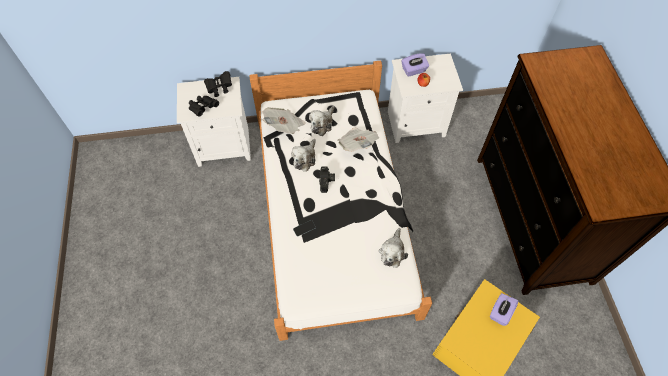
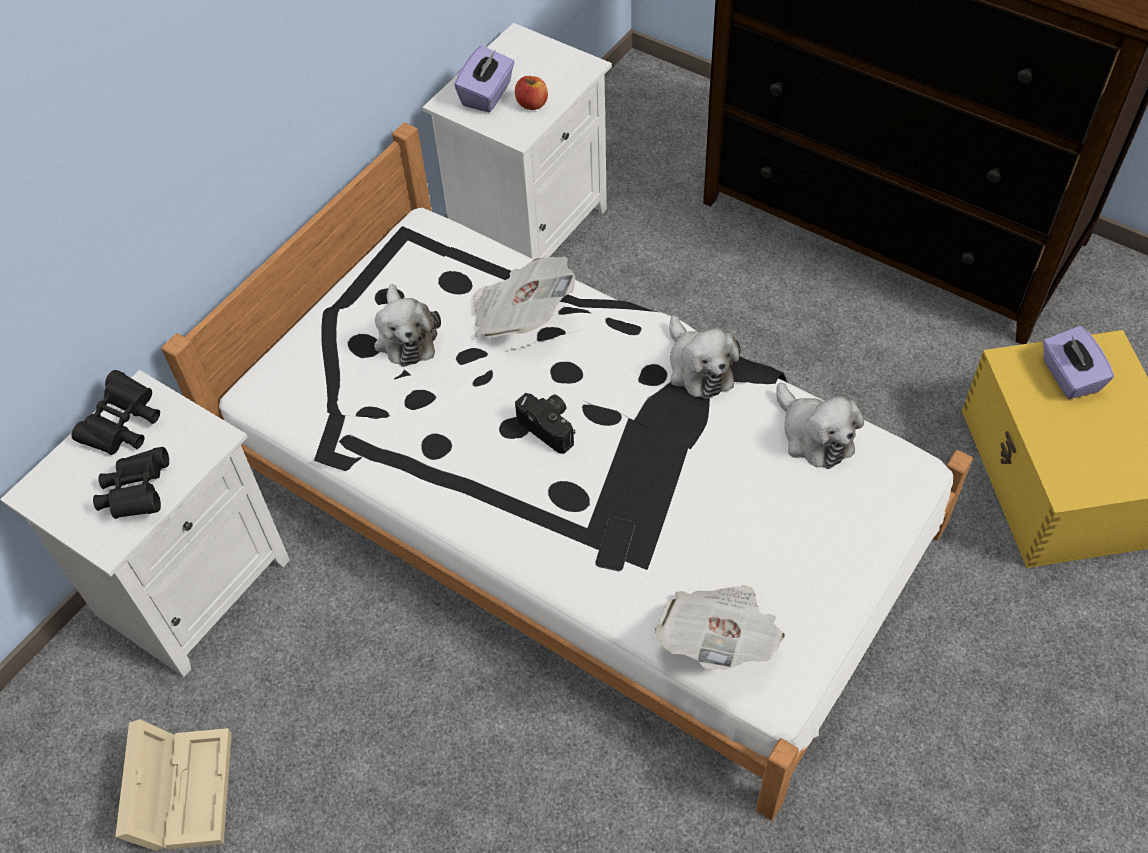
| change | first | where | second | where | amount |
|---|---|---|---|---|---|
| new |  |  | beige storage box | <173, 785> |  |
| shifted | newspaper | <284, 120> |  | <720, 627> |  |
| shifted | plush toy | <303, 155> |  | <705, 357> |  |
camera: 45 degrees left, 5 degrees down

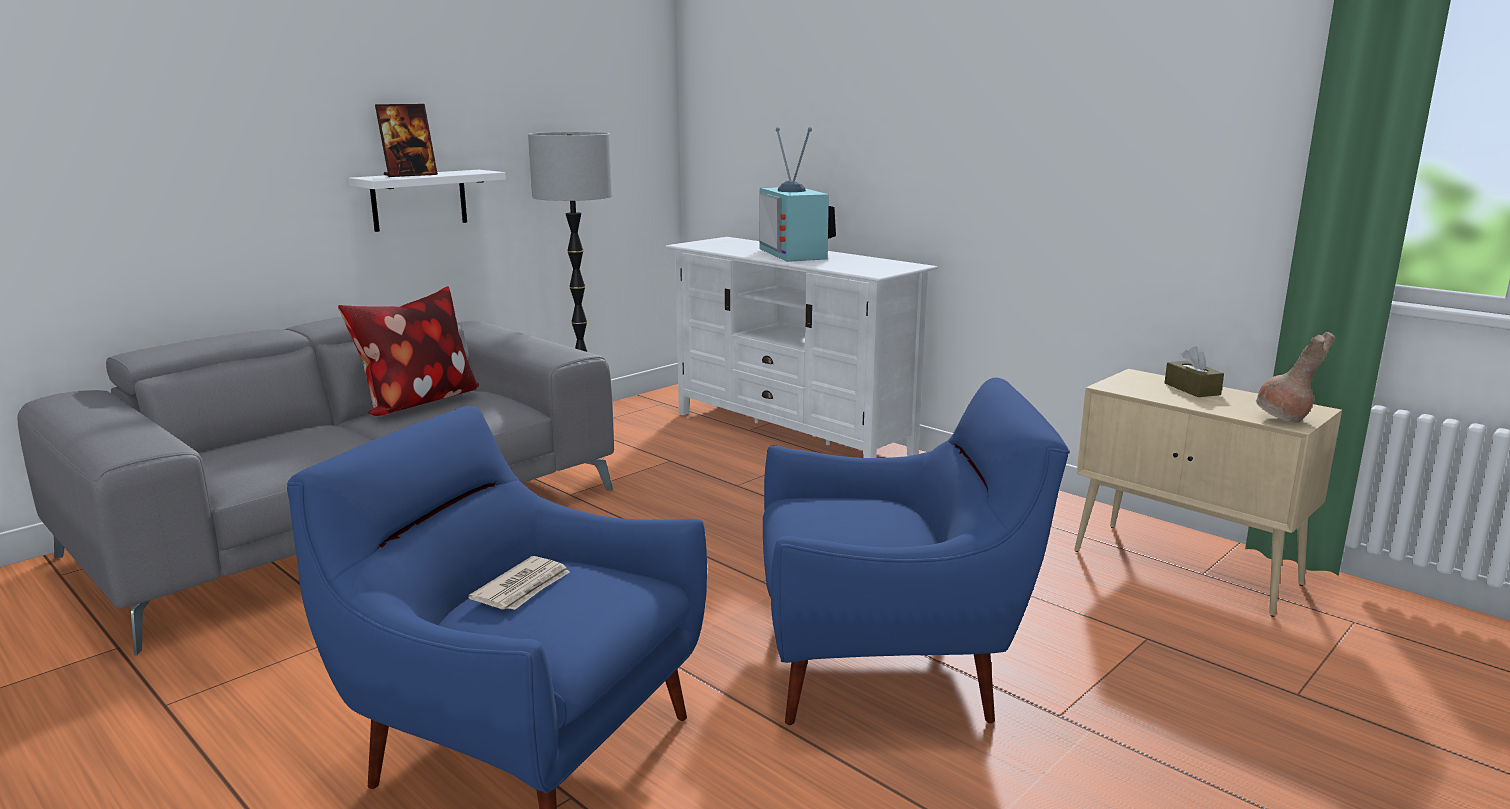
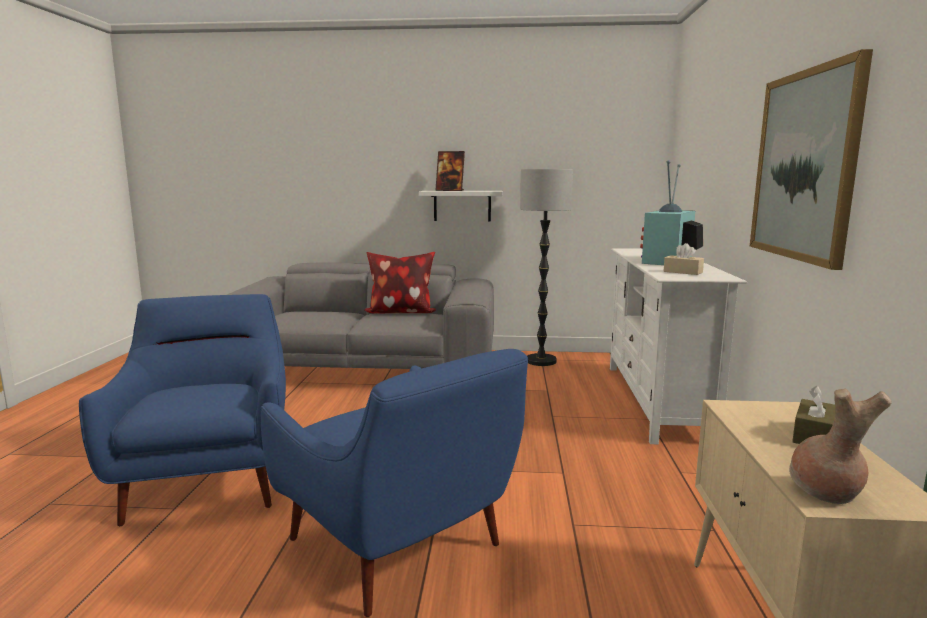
| change | first | where | second | where | amount |
|---|---|---|---|---|---|
| new |  |  | beige tissue box | <684, 259> |  |
| new |  |  | picture | <811, 159> |  |
| gone | newspaper | <519, 583> |  |  |  |
camera: 50 degrees right, 5 degrees down

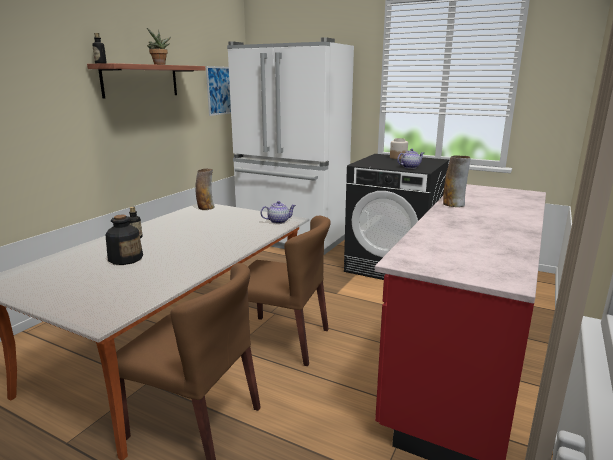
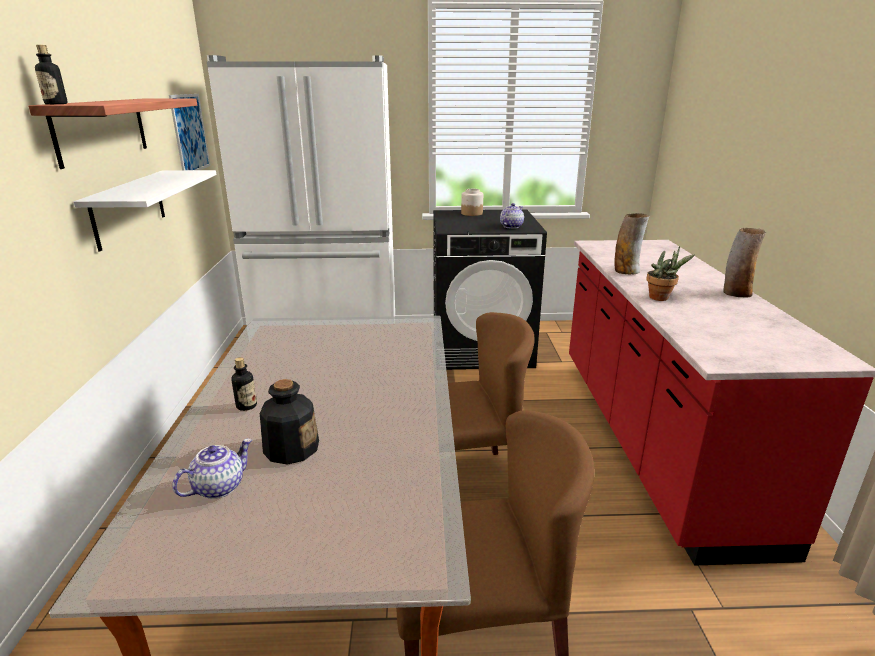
| change | first | where | second | where | amount |
|---|---|---|---|---|---|
| new |  |  | white shelf | <145, 211> |  |
| shifted | teapot | <278, 212> |  | <212, 469> |  |
| shifted | potted plant | <159, 46> |  | <670, 273> |  |
| shifted | vase | <205, 189> |  | <744, 263> |  |
camera: 30 degrees left, 5 degrees up

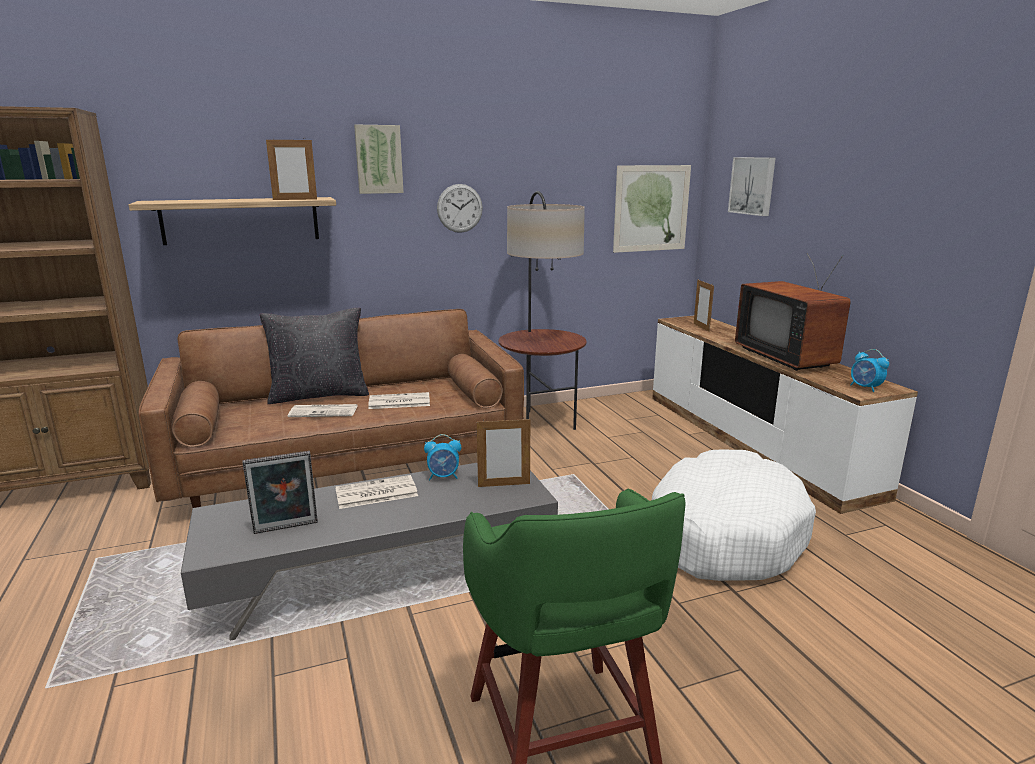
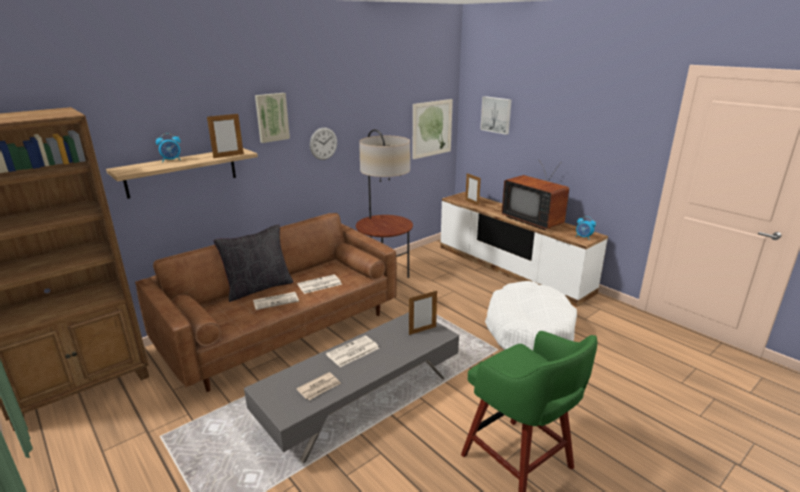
| change | first | where | second | where | amount |
|---|---|---|---|---|---|
| shifted | alarm clock | <442, 457> |  | <168, 147> |  |
| swapped | picture frame | <280, 492> | newspaper | <318, 386> |  |
camera: 20 degrees left, 5 degrees up

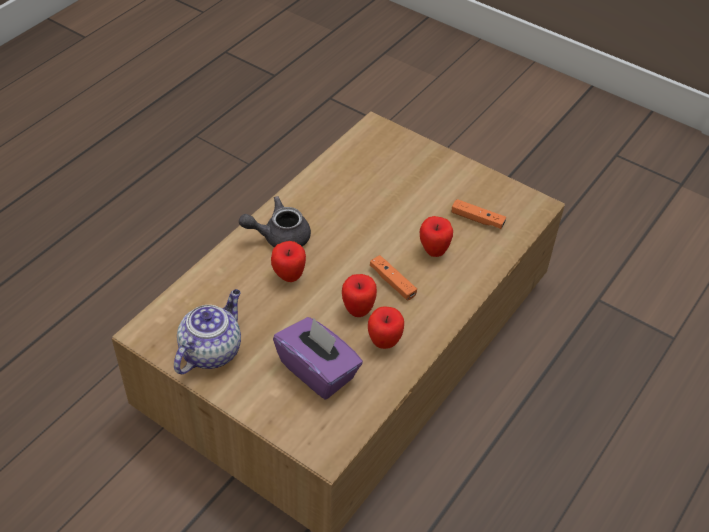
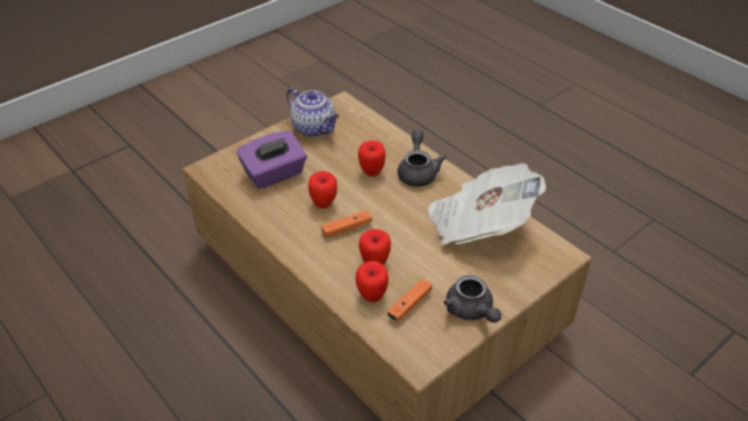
| change | first | where | second | where | amount |
|---|---|---|---|---|---|
| shifted | apple | <386, 327> |  | <372, 281> |  |
| new |  |  | newspaper | <487, 204> |  |
| new |  |  | grey teapot | <473, 299> |  |
camera: 105 degrees right, 5 degrees down

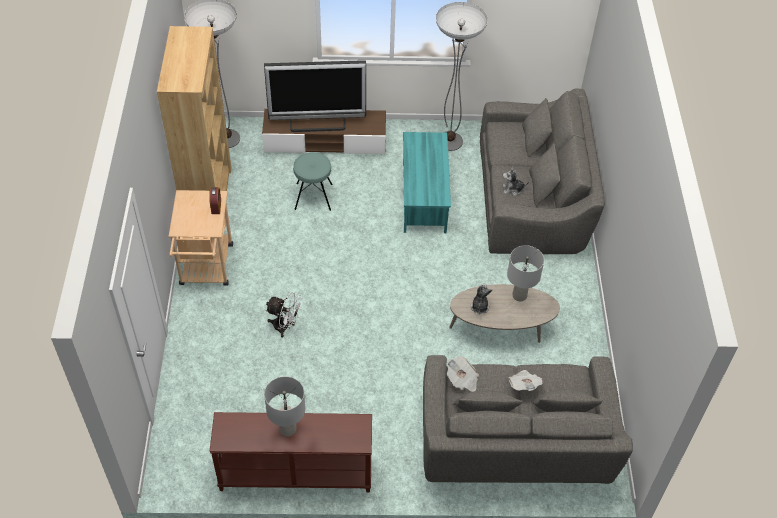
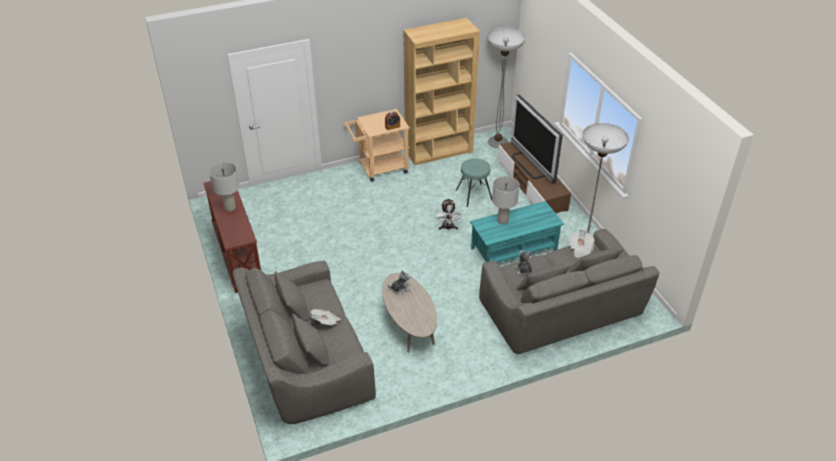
| change | first | where | second | where | amount |
|---|---|---|---|---|---|
| shifted | white fan | <284, 314> |  | <449, 214> |  |
| shifted | grey table lamp | <525, 273> |  | <505, 200> |  |
| shifted | newspaper | <463, 374> |  | <582, 243> |  |
camera: 70 degrees right, 10 degrees down

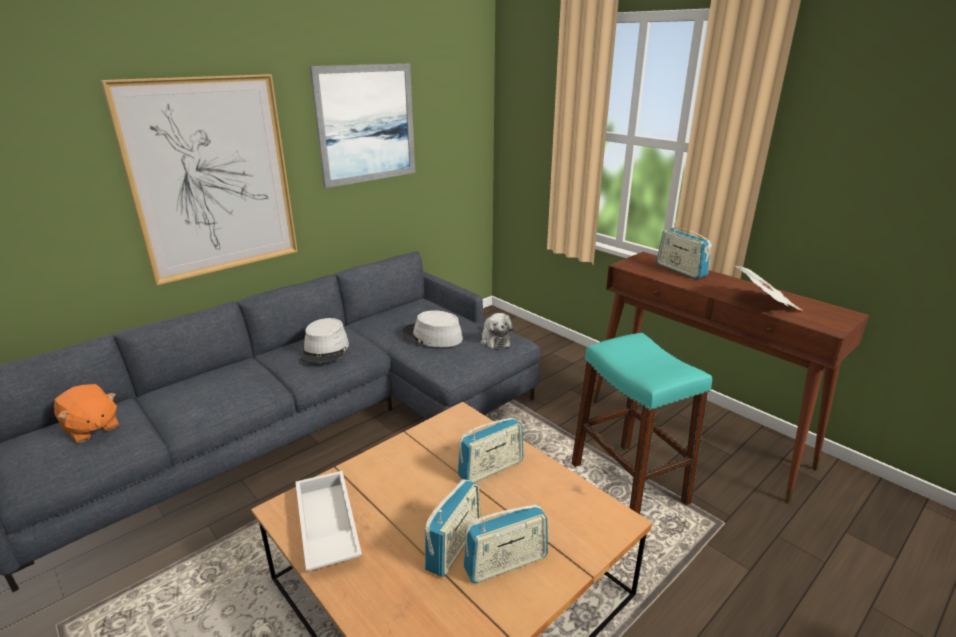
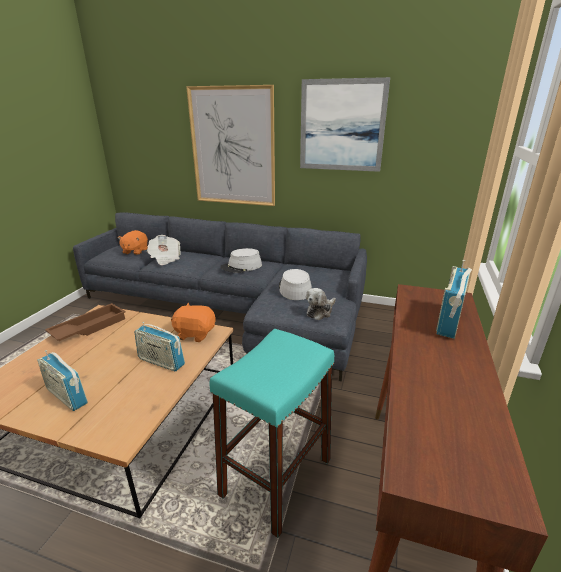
| change | first | where | second | where | amount |
|---|---|---|---|---|---|
| repainted | white tray | <329, 521> | brown tray | <85, 322> |  |
| shifted | newspaper | <768, 288> |  | <164, 250> |  |
| new |  |  | orange plush toy | <193, 322> |  |
| gone | radio | <453, 528> |  |  |  |
camera: 60 degrees right, 0 degrees up

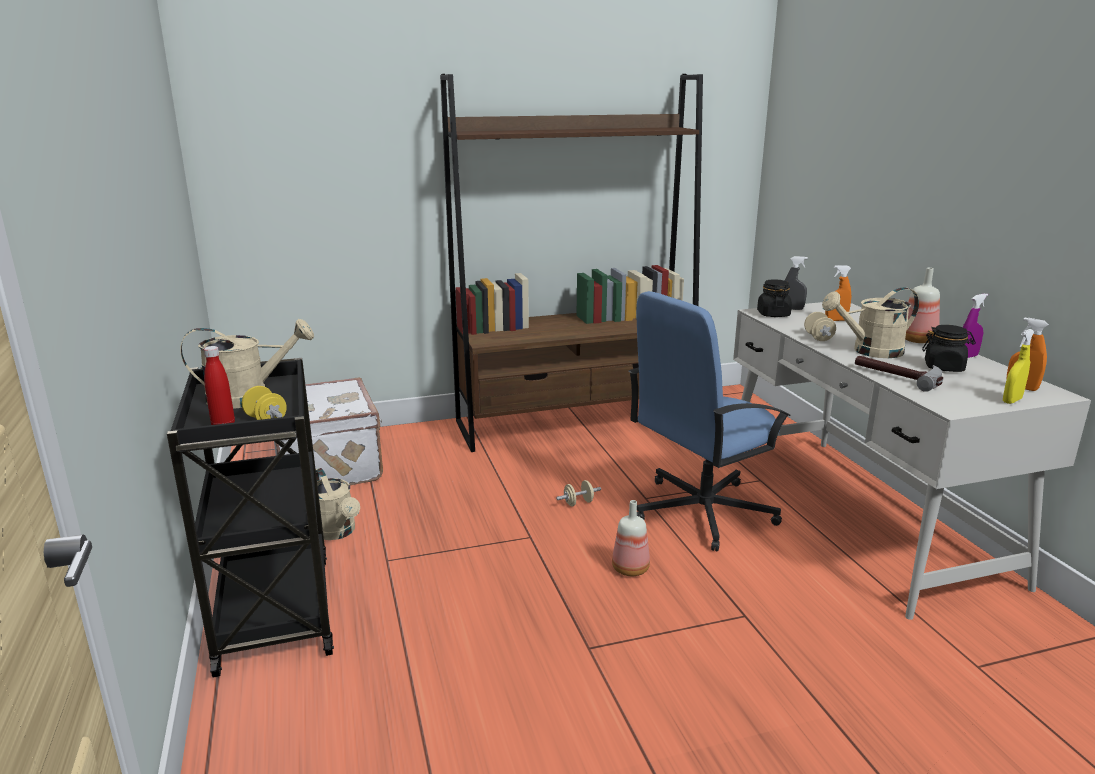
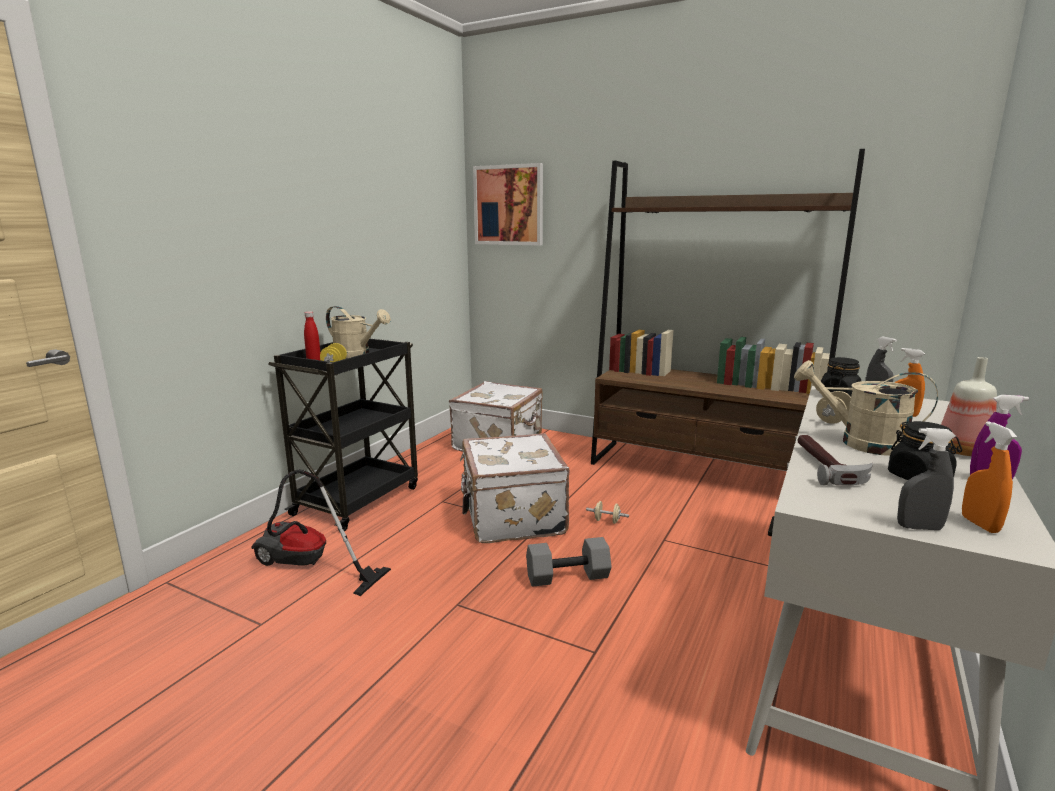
| change | first | where | second | where | amount |
|---|---|---|---|---|---|
| new |  |  | vacuum cleaner | <321, 532> |  |
| new |  |  | white suitcase | <515, 488> |  |
| new |  |  | picture | <508, 204> |  |
| swapped | bottle | <631, 538> | grey dumbbell | <569, 562> |  |
| repainted | yellow spray bottle | <1018, 366> | grey spray bottle | <926, 479> |  |
| gone | beige watering can | <338, 504> |  |  |  |
| gone | blue office chair | <710, 421> |  |  |  |
camera: 45 degrees right, 5 degrees down

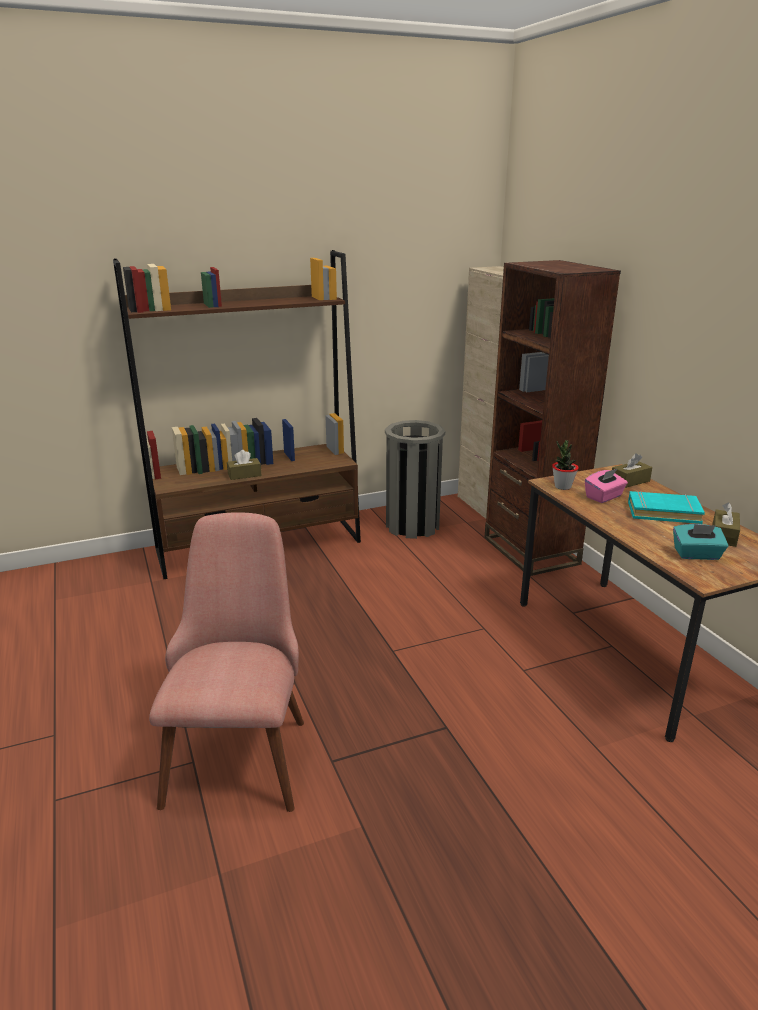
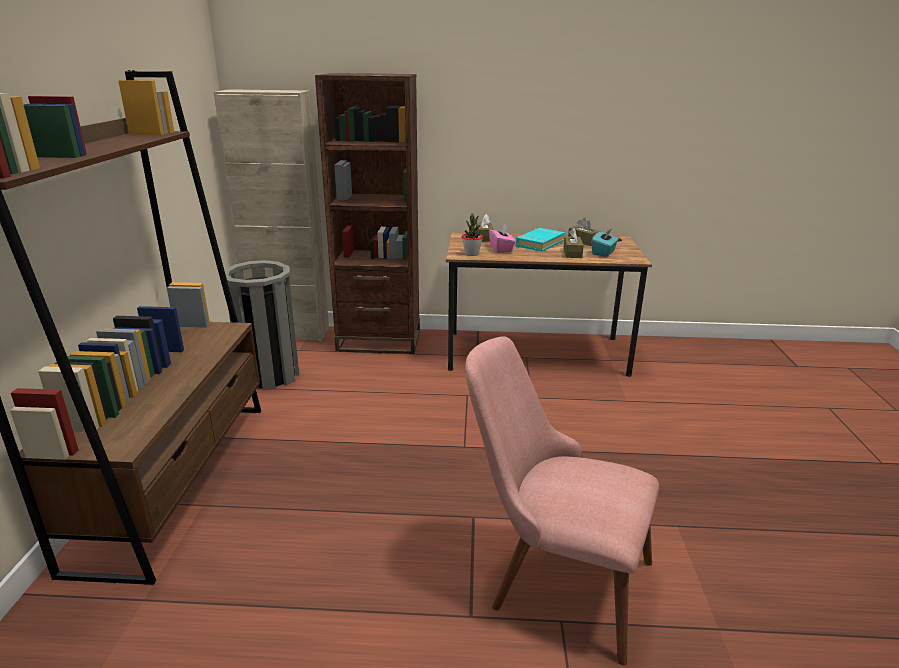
| change | first | where | second | where | amount |
|---|---|---|---|---|---|
| shifted | brown tissue box | <244, 465> |  | <573, 243> |  |
camera: 65 degrees left, 0 degrees up

